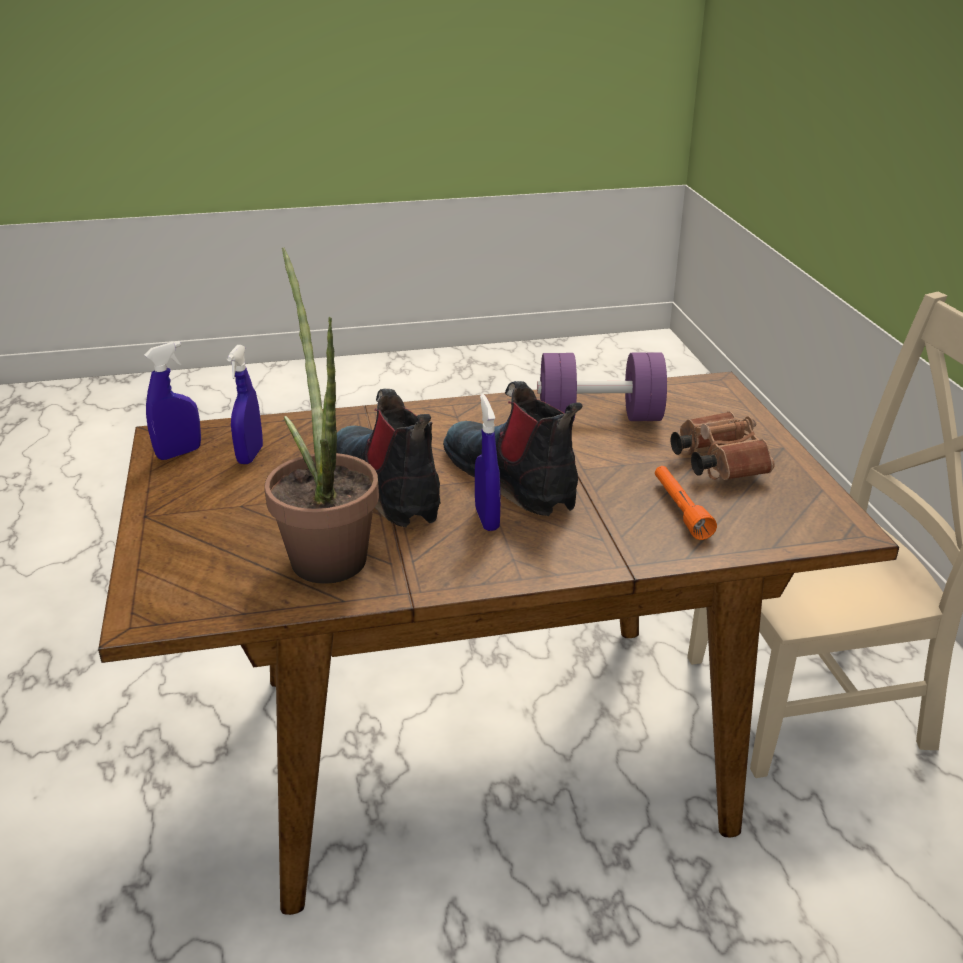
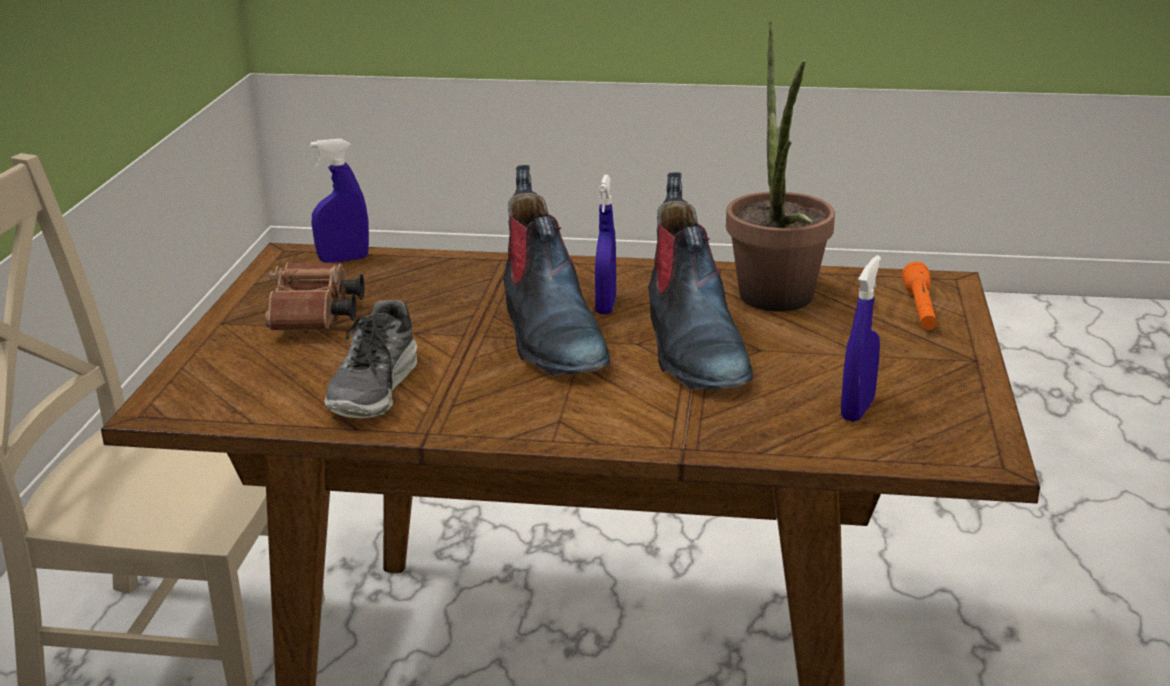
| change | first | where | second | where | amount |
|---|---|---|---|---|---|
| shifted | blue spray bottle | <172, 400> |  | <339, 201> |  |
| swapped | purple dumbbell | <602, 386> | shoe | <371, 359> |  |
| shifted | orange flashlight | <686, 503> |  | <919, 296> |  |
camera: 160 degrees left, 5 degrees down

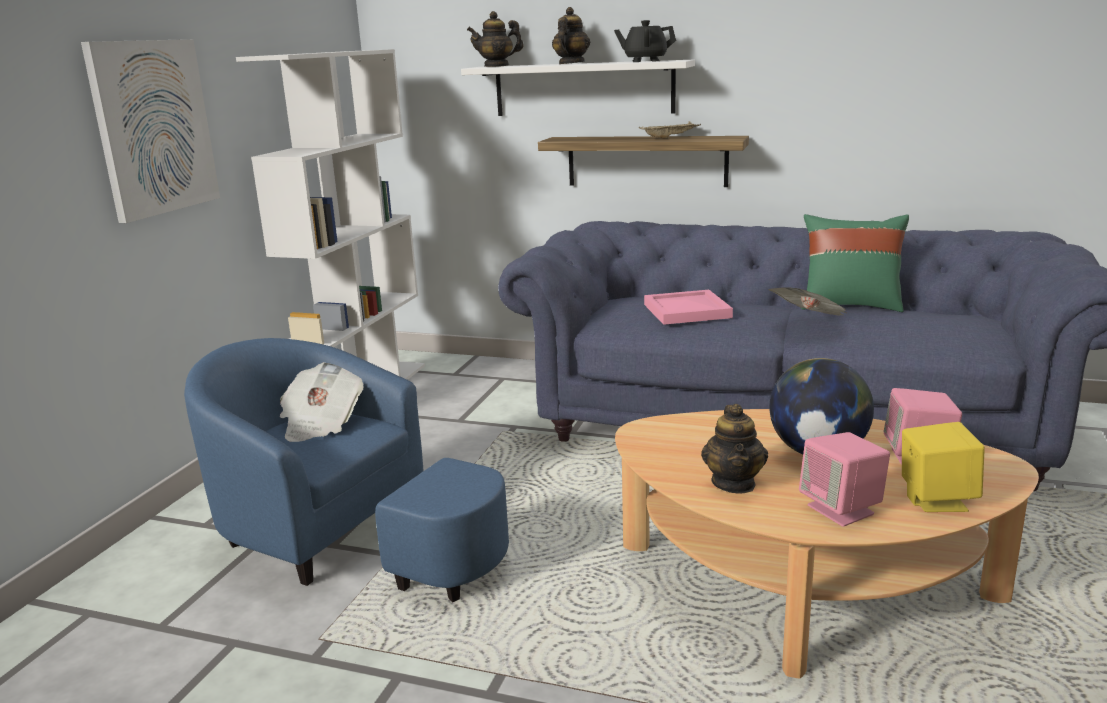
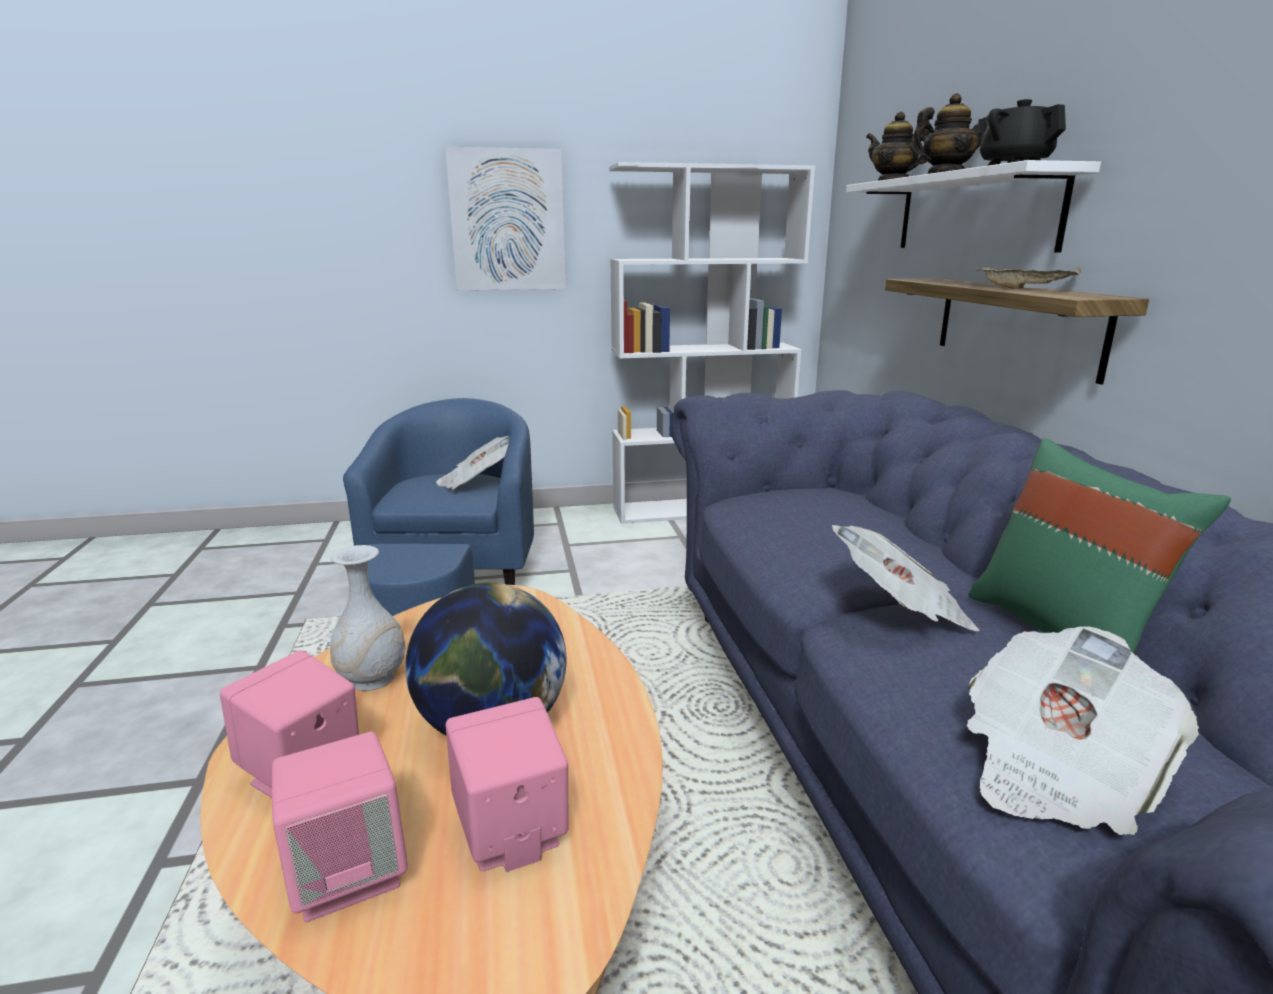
| change | first | where | second | where | amount |
|---|---|---|---|---|---|
| repainted | yellow speaker | <943, 467> | pink speaker | <340, 827> |  |
| swapped | teapot | <734, 448> | white vase | <367, 618> |  |
| new |  |  | newspaper | <1083, 730> |  |
| gone | pink tray | <688, 307> |  |  |  |
camera: 60 degrees right, 0 degrees up

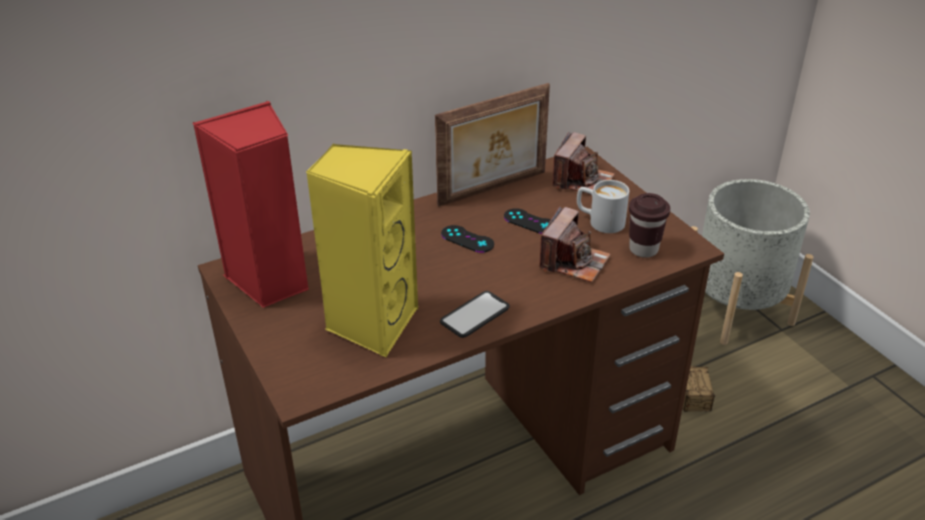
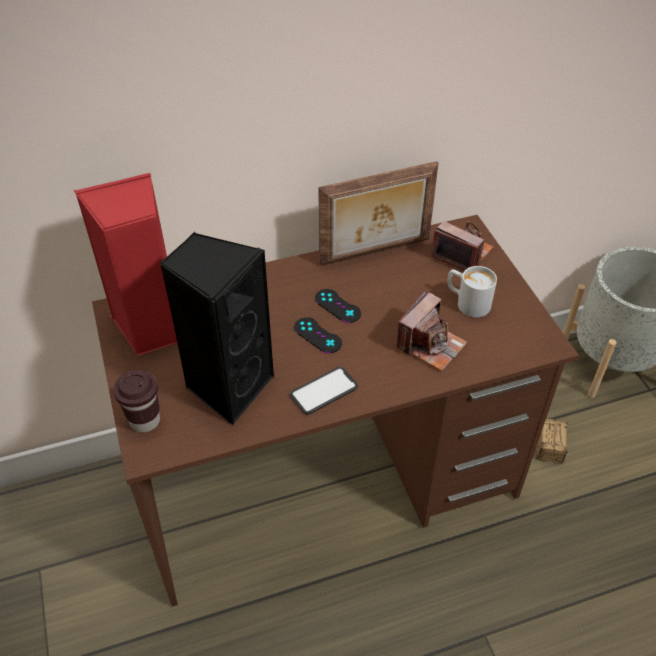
| change | first | where | second | where | amount |
|---|---|---|---|---|---|
| shifted | brown cup | <649, 225> |  | <136, 401> |  |
| repainted | yellow speaker | <362, 250> | black speaker | <217, 329> |  |
| shifted | black game controller | <527, 221> |  | <318, 335> |  |
| rotated | photo camera | <583, 163> |  | <462, 246> | 90 degrees counterclockwise |
camera: 10 degrees right, 10 degrees up

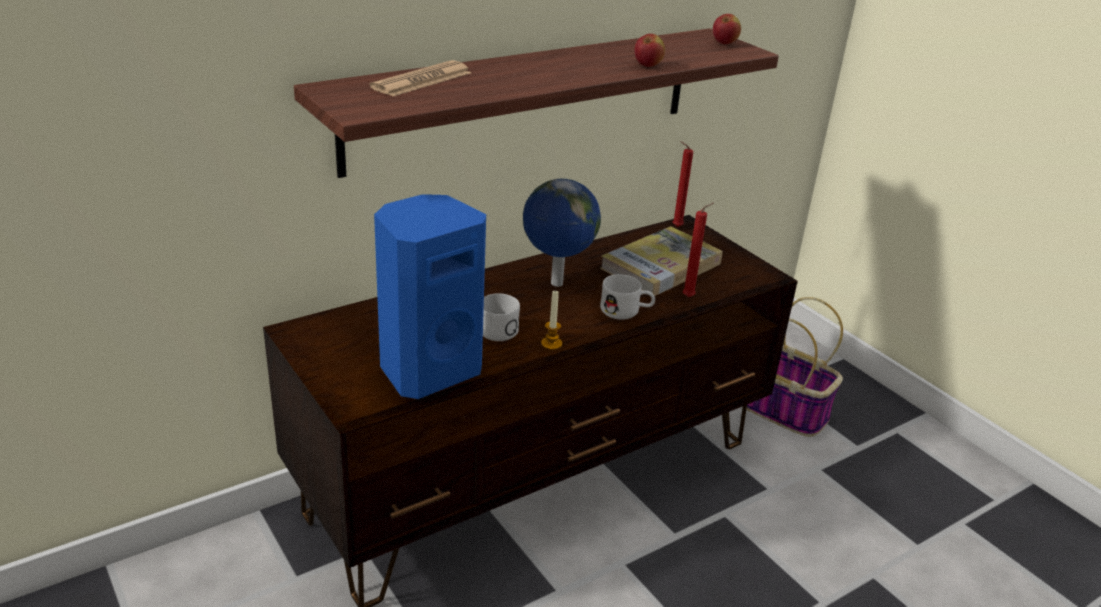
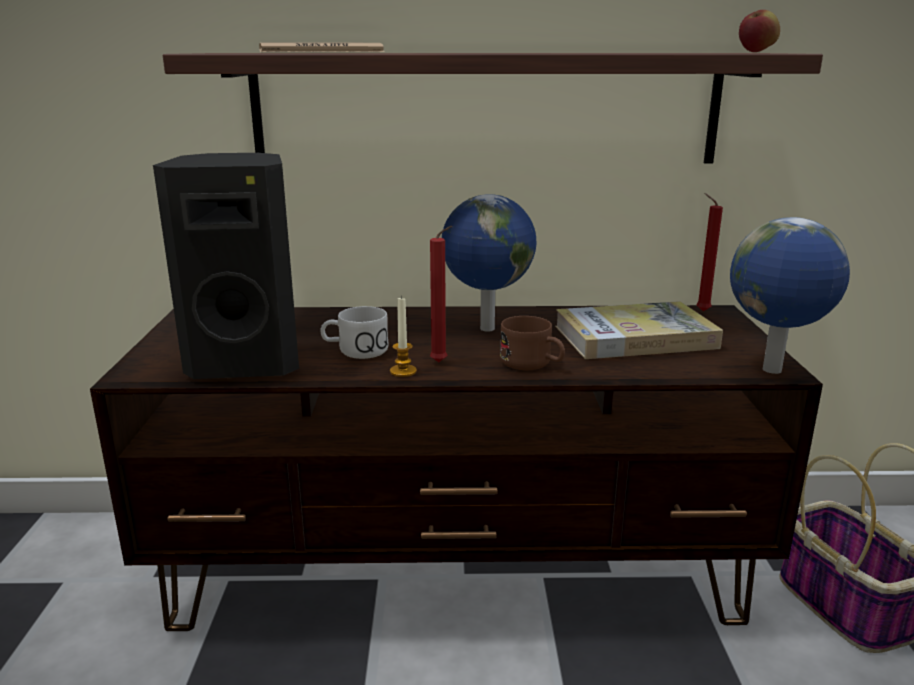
| change | first | where | second | where | amount |
|---|---|---|---|---|---|
| repainted | blue speaker | <430, 296> | black speaker | <226, 266> |  |
| shifted | red candle | <698, 250> |  | <441, 294> |  |
| repainted | white mug | <627, 297> | brown mug | <532, 343> |  |
| new |  |  | globe | <790, 295> |  |
| gone | apple | <650, 50> |  |  |  |
camera: 35 degrees right, 10 degrees down

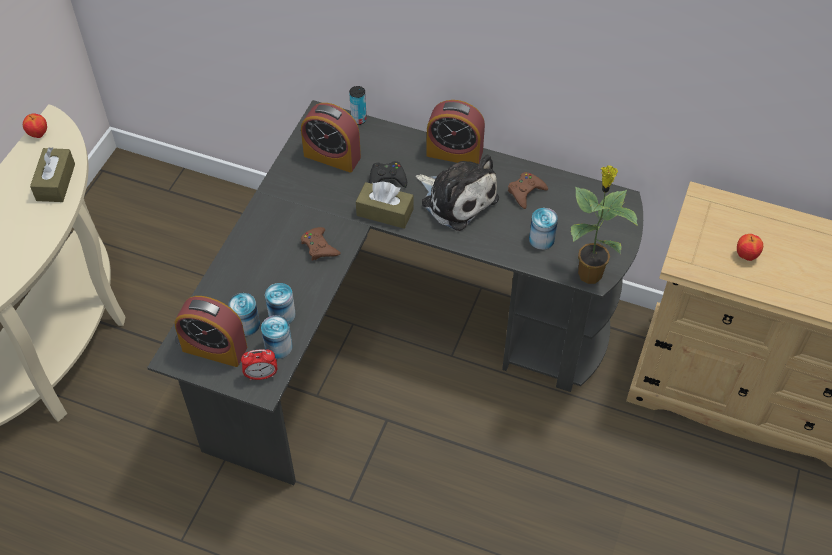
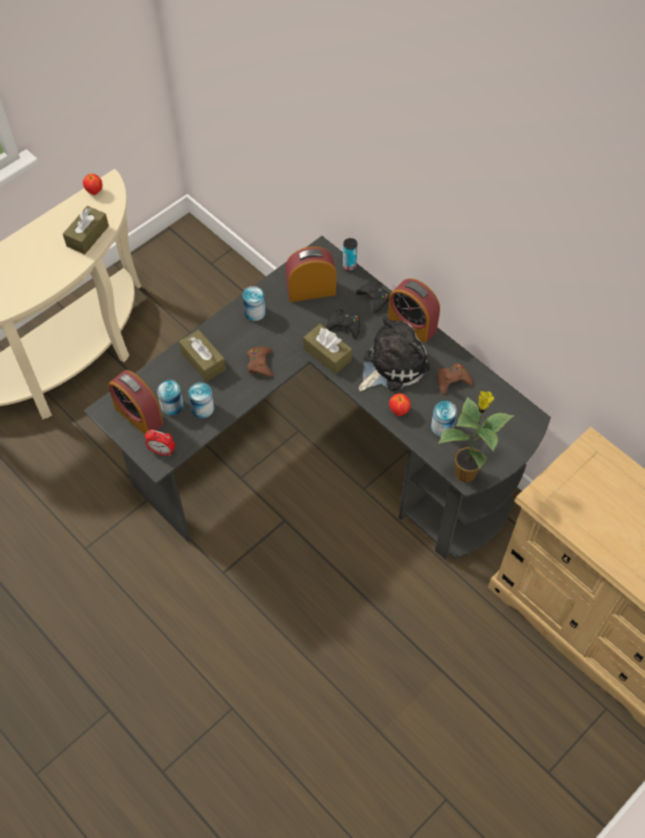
| change | first | where | second | where | amount |
|---|---|---|---|---|---|
| new |  |  | brown tissue box | <202, 356> |  |
| shifted | can | <277, 337> |  | <254, 303> |  |
| rotated | alarm clock | <331, 137> |  | <311, 274> | 120 degrees clockwise |
| new |  |  | black game controller | <373, 297> |  |
| rotated | plush toy | <457, 192> |  | <394, 353> | 105 degrees counterclockwise |
| shifted | apple | <750, 247> |  | <400, 404> |  |
camera: 25 degrees right, 5 degrees up

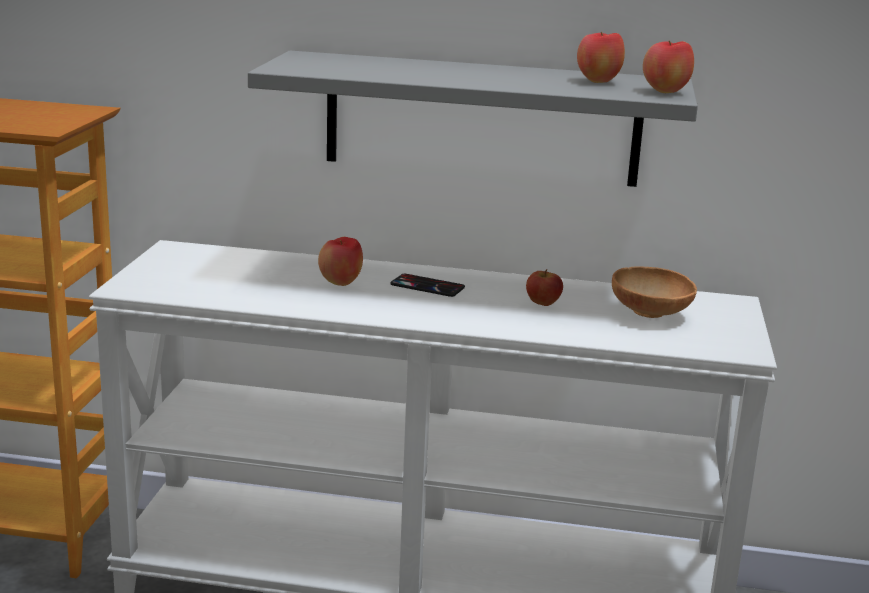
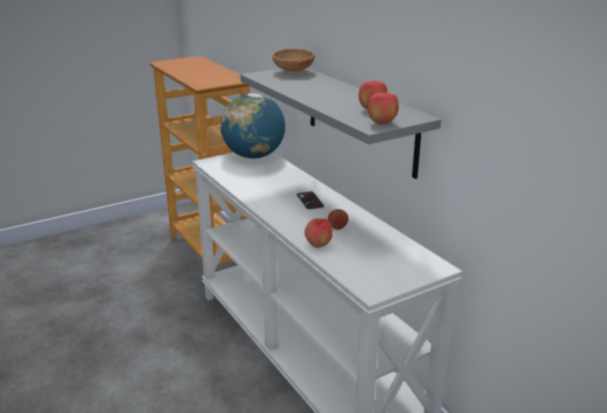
| change | first | where | second | where | amount |
|---|---|---|---|---|---|
| new |  |  | globe | <252, 126> |  |
| shifted | brown bowl | <654, 292> |  | <293, 61> |  |
| shifted | apple | <340, 261> |  | <318, 233> |  |
camera: 50 degrees right, 5 degrees up

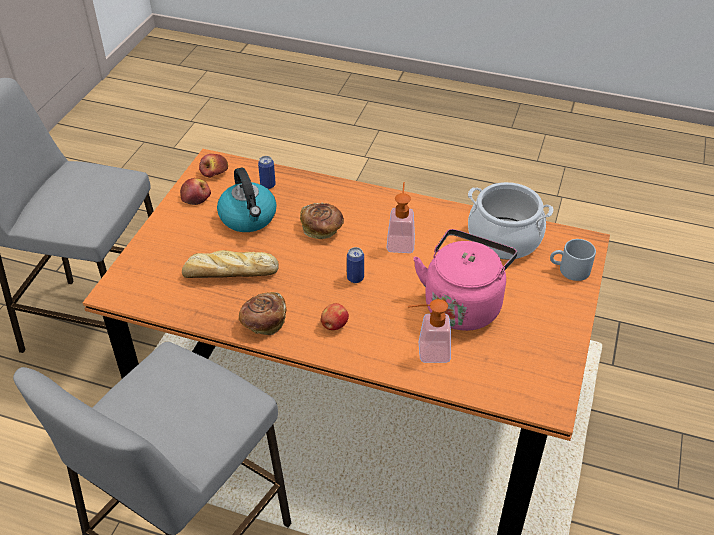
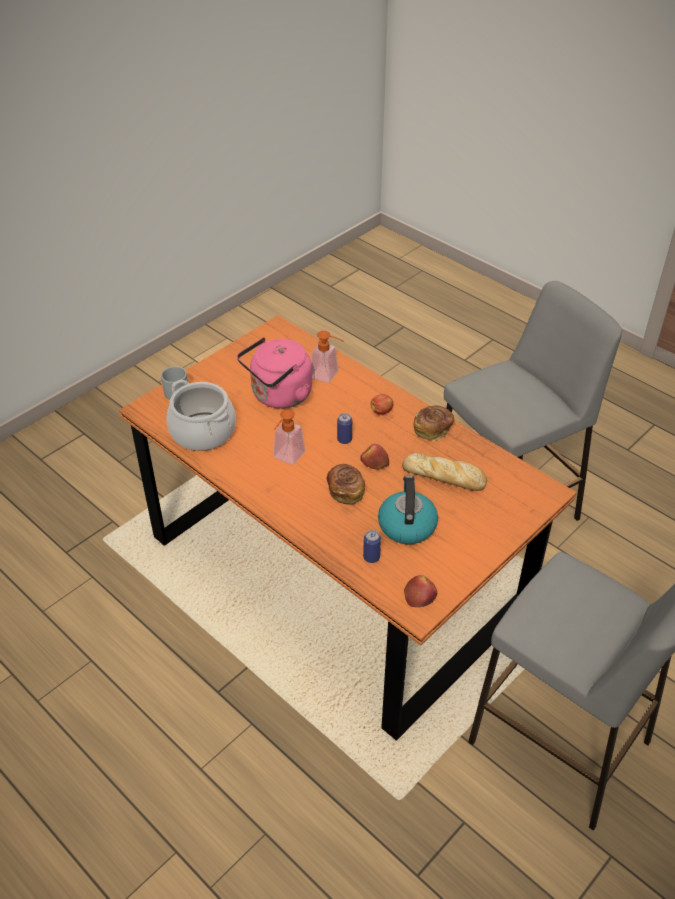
| change | first | where | second | where | amount |
|---|---|---|---|---|---|
| shifted | apple | <195, 191> |  | <374, 457> |  |
camera: 155 degrees left, 0 degrees up

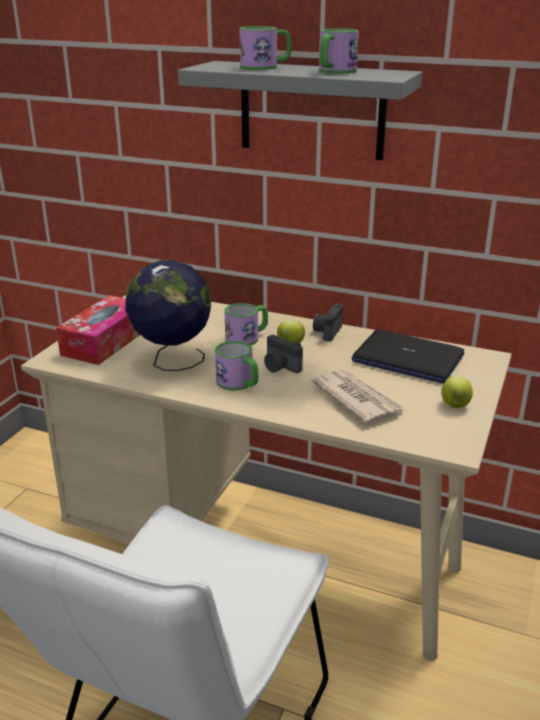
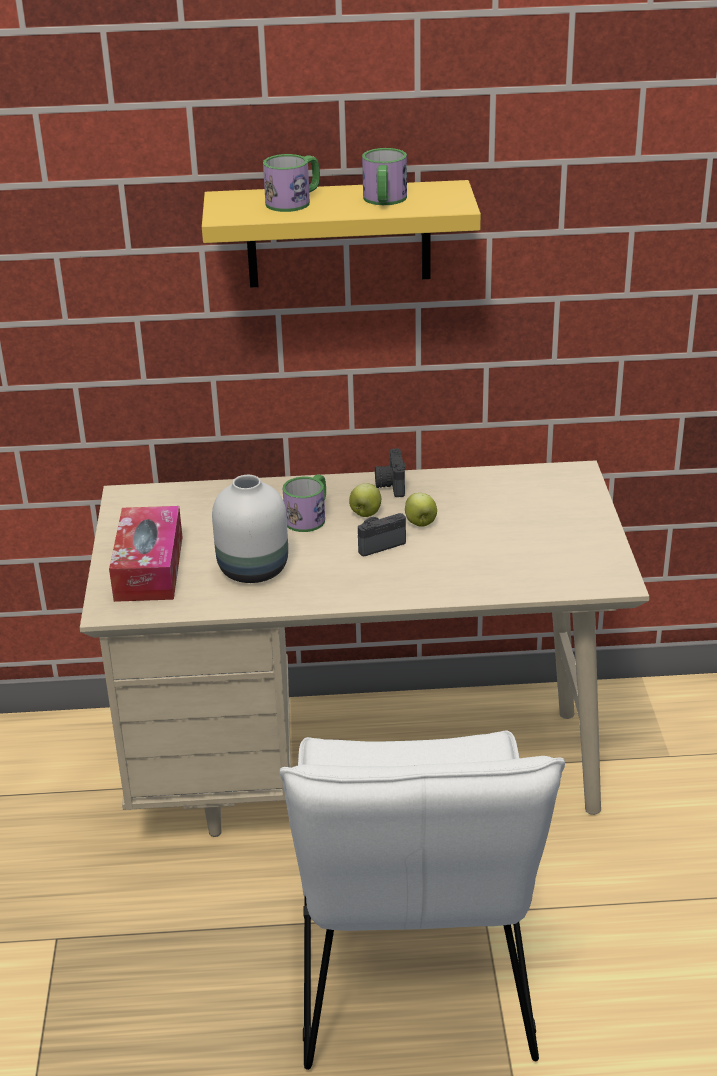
| change | first | where | second | where | amount |
|---|---|---|---|---|---|
| repainted | grey shelf | <300, 110> | yellow shelf | <341, 234> |  |
| swapped | globe | <168, 315> | white vase | <250, 529> |  |
| rotated | photo camera | <283, 354> |  | <382, 534> | 135 degrees clockwise |
| shifted | apple | <457, 392> |  | <421, 510> |  |
| gone | mug | <237, 365> |  |  |  |
| gone | newspaper | <358, 396> |  |  |  |
| gone | laptop | <408, 356> |  |  |  |
camera: 25 degrees left, 5 degrees up

